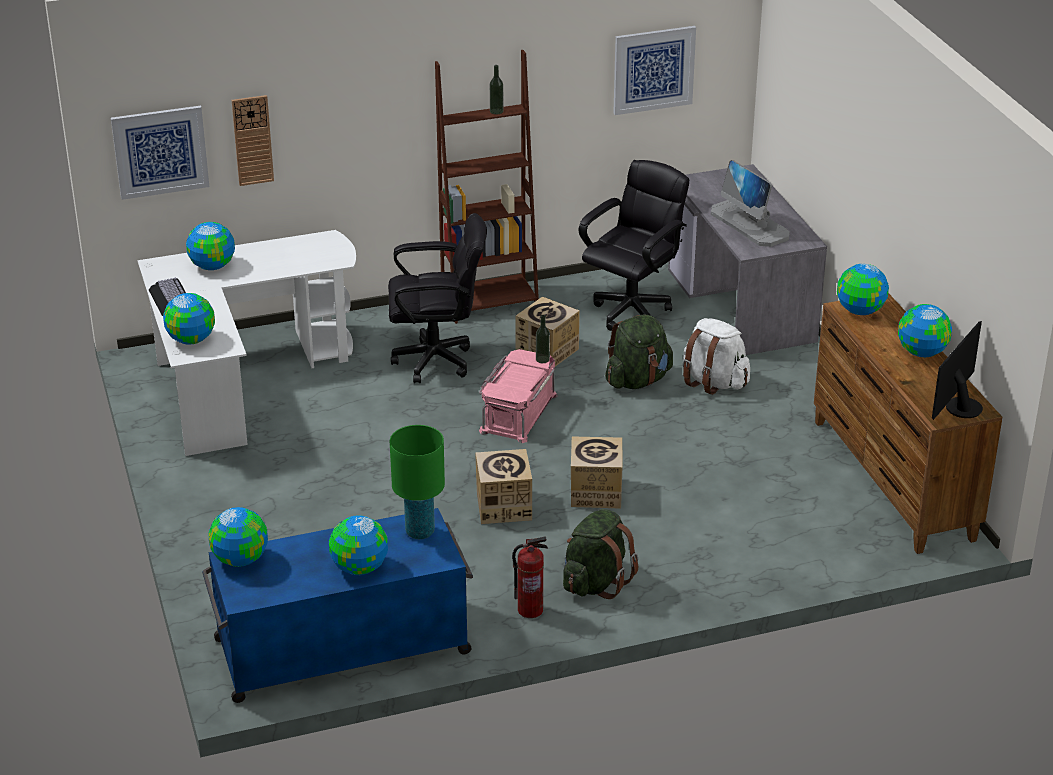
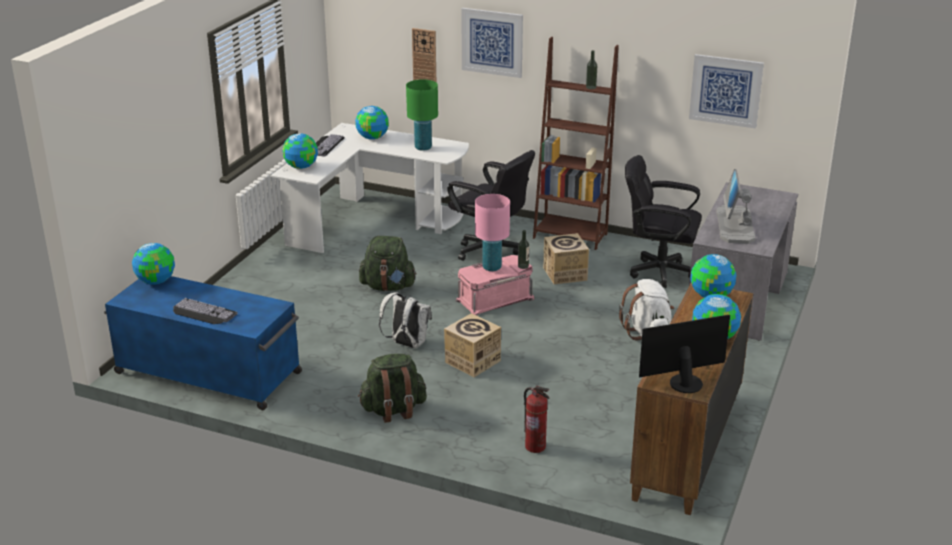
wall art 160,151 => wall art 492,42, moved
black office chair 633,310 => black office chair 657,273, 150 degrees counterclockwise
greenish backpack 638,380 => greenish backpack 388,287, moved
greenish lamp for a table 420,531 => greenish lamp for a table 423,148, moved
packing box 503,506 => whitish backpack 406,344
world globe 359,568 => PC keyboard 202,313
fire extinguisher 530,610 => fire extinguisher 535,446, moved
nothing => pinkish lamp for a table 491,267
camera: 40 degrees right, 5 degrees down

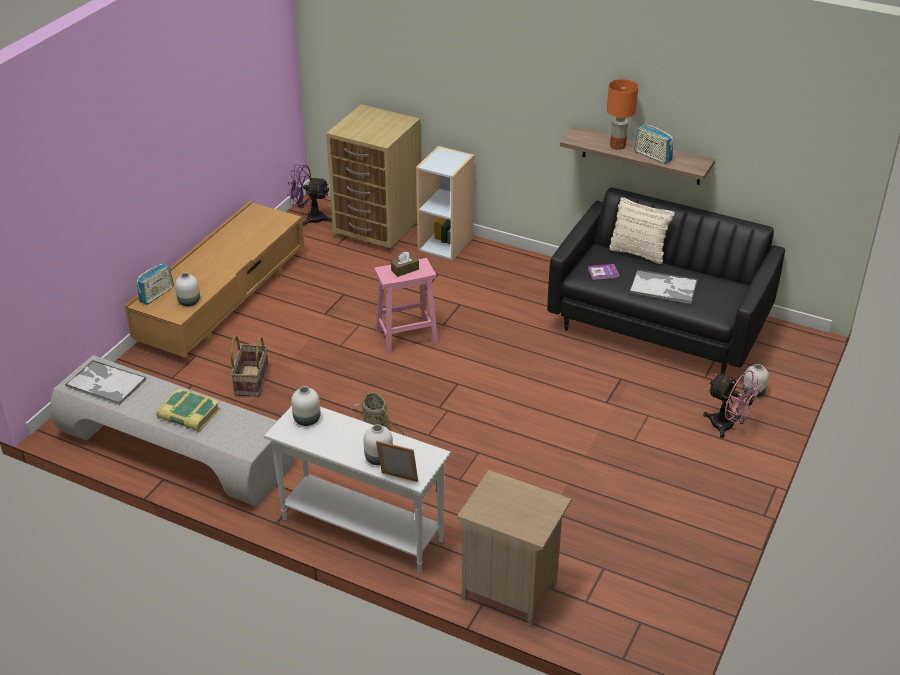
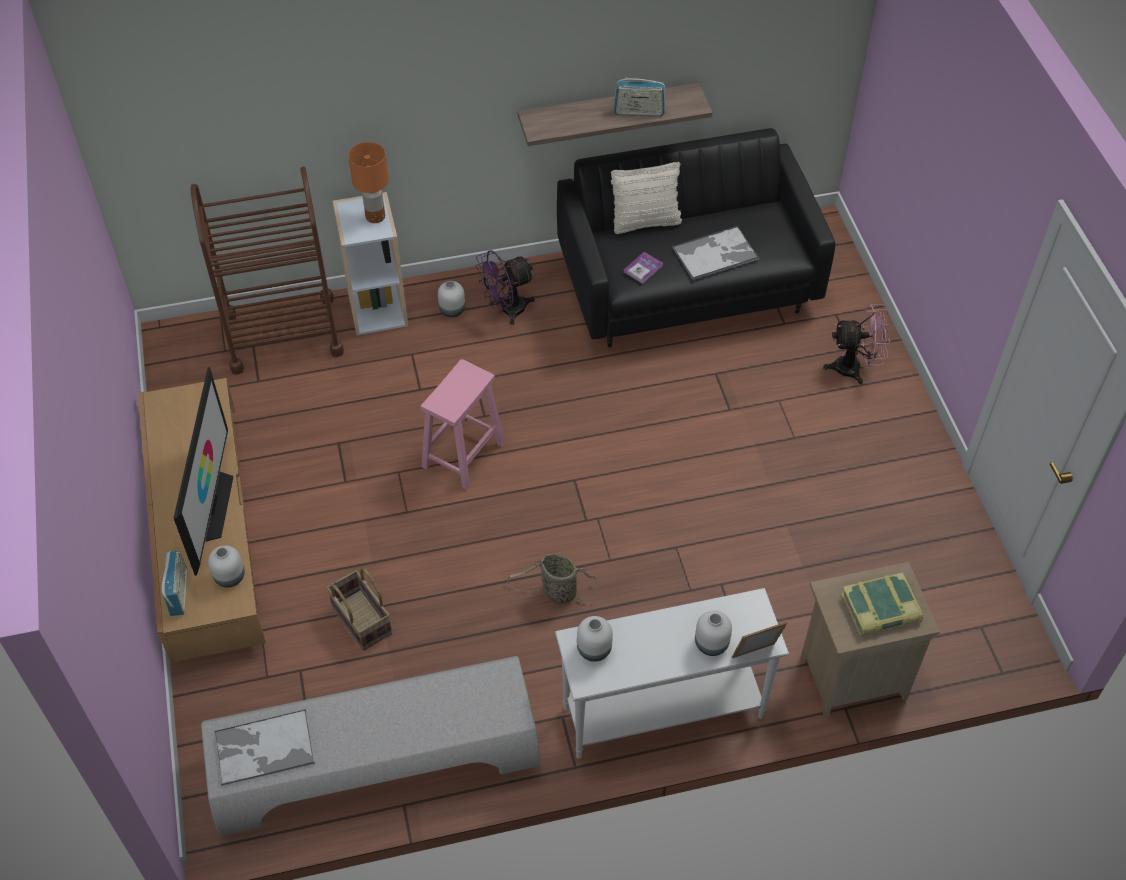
orange lamp for a table 618,146 => orange lamp for a table 376,216, moved
brownish dresser 377,230 => brownish cart 283,334
purple-coloured cooling fan 310,218 => purple-coloured cooling fan 506,310, moved
brownish box of tissues 405,270 => nothing
whitish flower vase 754,392 => whitish flower vase 452,309, moved
book 188,415 => book 880,609, moved
nothing => TV 211,506
camera: 40 degrees left, 15 degrees up

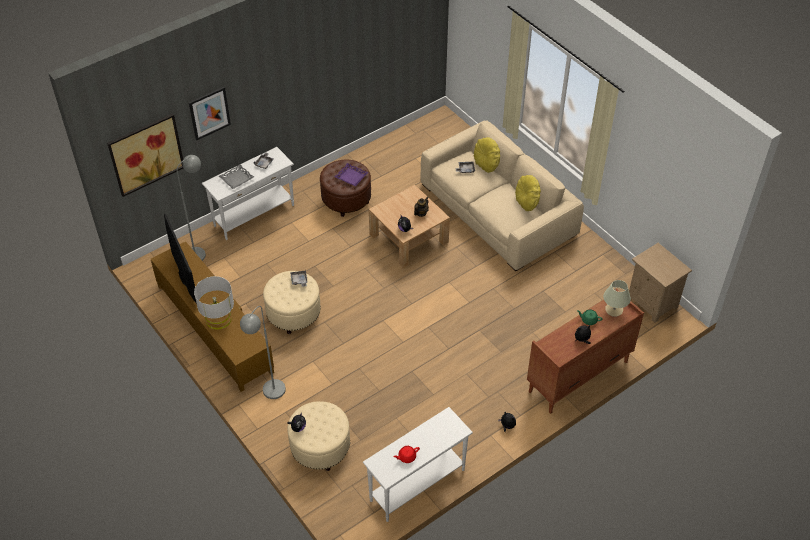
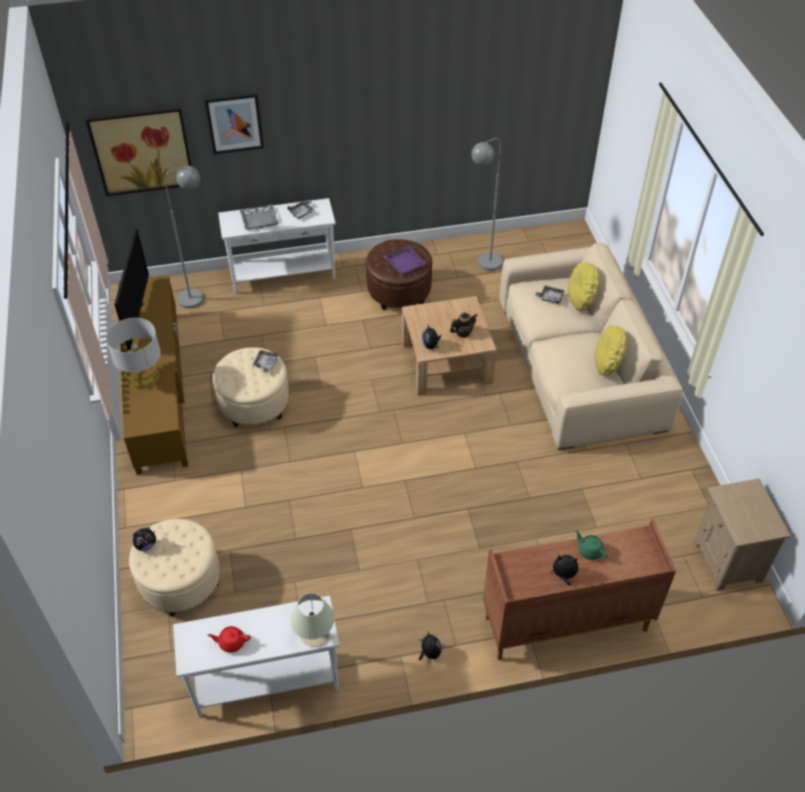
beige lamp for a table 614,310 => beige lamp for a table 314,634, moved
greyish standard lamp 270,395 => greyish standard lamp 484,266, moved
camera: 25 degrees right, 0 degrees up

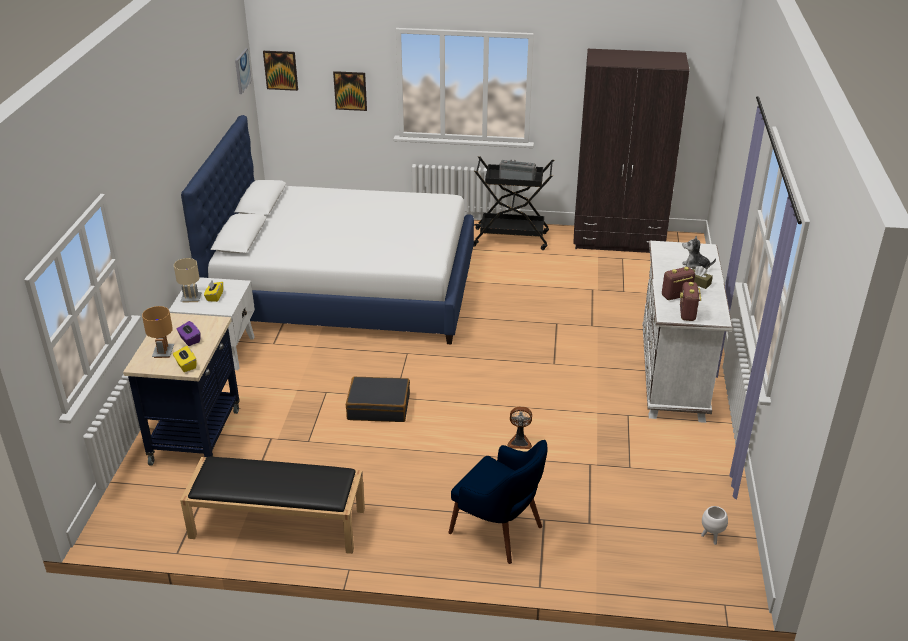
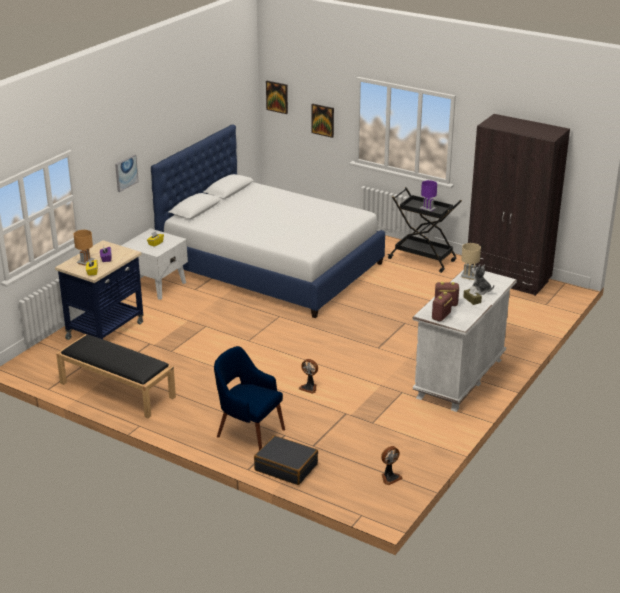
wall art 242,71 => wall art 126,173, moved
radio receiver 517,178 => purple-coloured lamp for a table 428,209
beige lamp for a table 191,298 => beige lamp for a table 469,276, moved
black travel case 379,407 => black travel case 286,467, moved
blue lounge chair 498,531 => blue lounge chair 249,432, 150 degrees clockwise
whitish plant pot 711,537 => cooling fan 390,477
camera: 25 degrees right, 5 degrees down

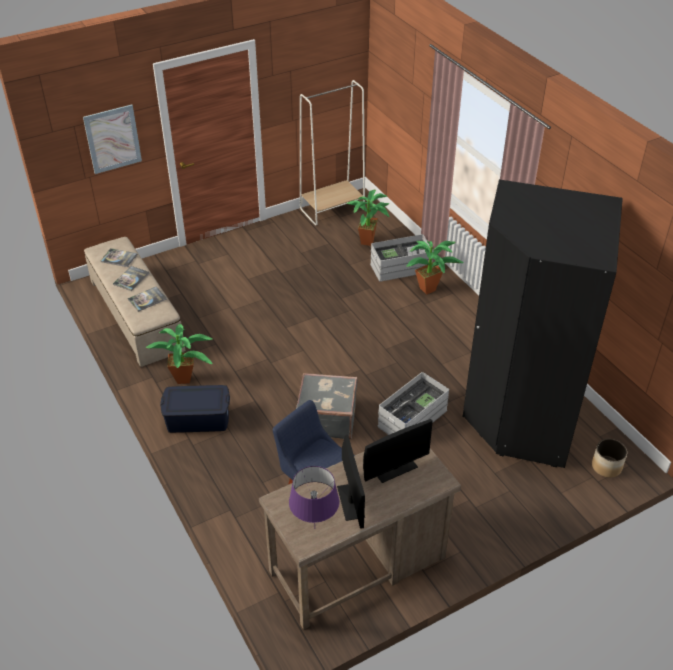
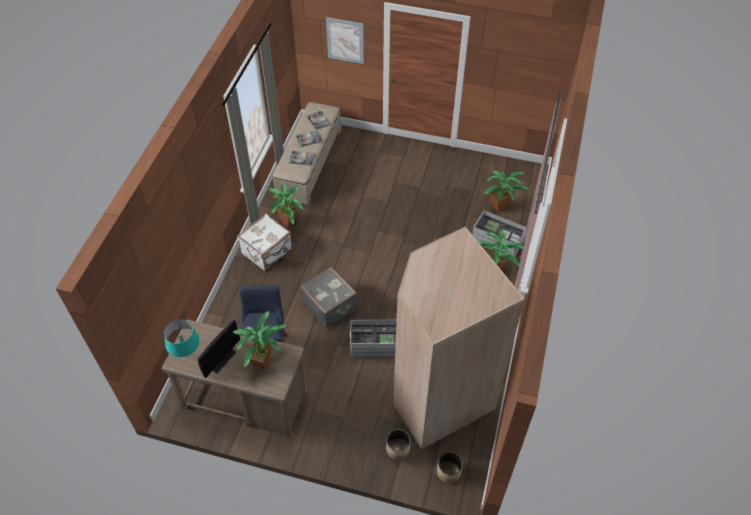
garment stand 332,210 => nothing
black clothes cupboard 519,416 => beige clothes cupboard 438,395
blue storage box 198,419 => whitish travel case 267,251
monitor 395,468 => houseplant 264,361
purple-coloured lamp for a table 315,529 => turquoise lamp for a table 188,358
nothing => plant pot 397,449
camera: 45 degrees right, 10 degrees up

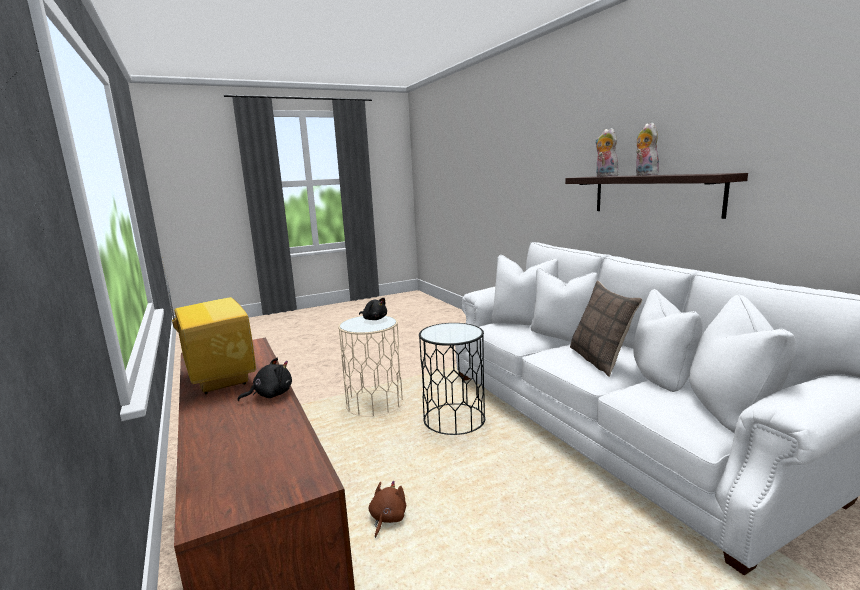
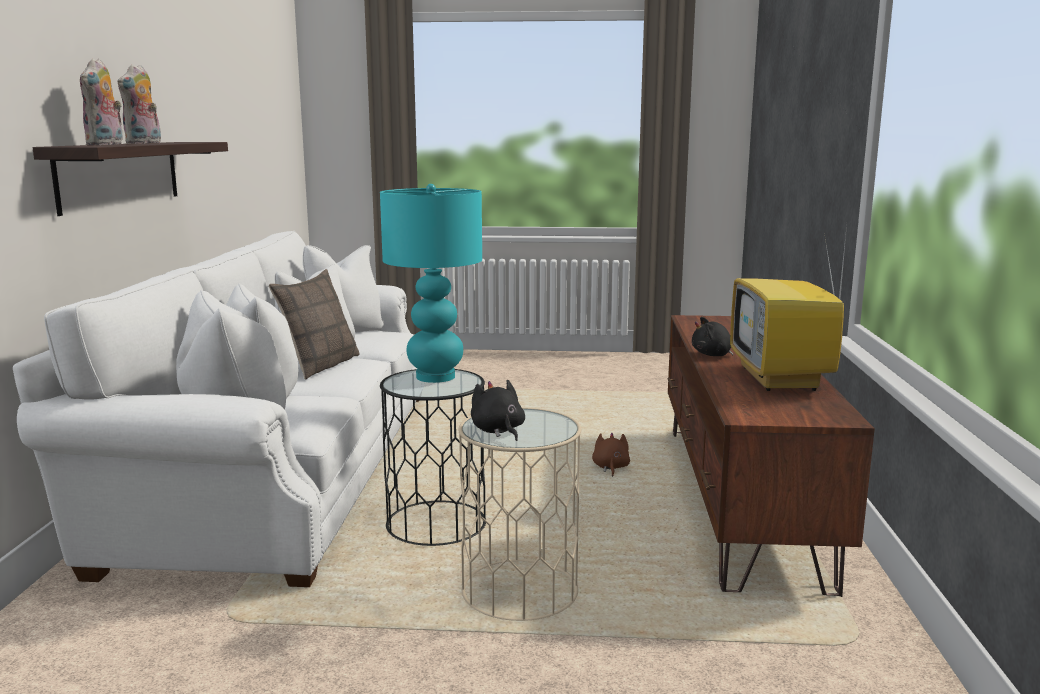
brownish cuddly toy 387,518 => brownish cuddly toy 610,468, 135 degrees clockwise
nothing => turquoise lamp for a table 436,377
camera: 150 degrees left, 0 degrees up

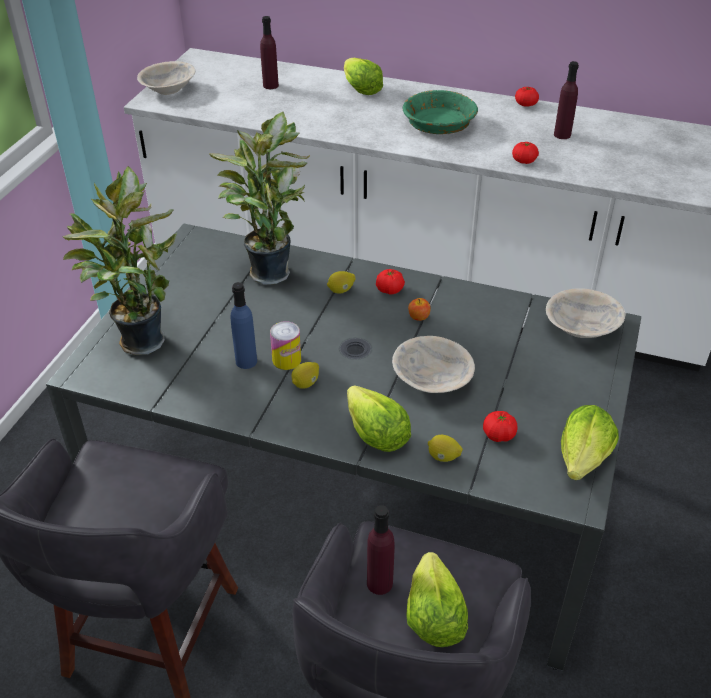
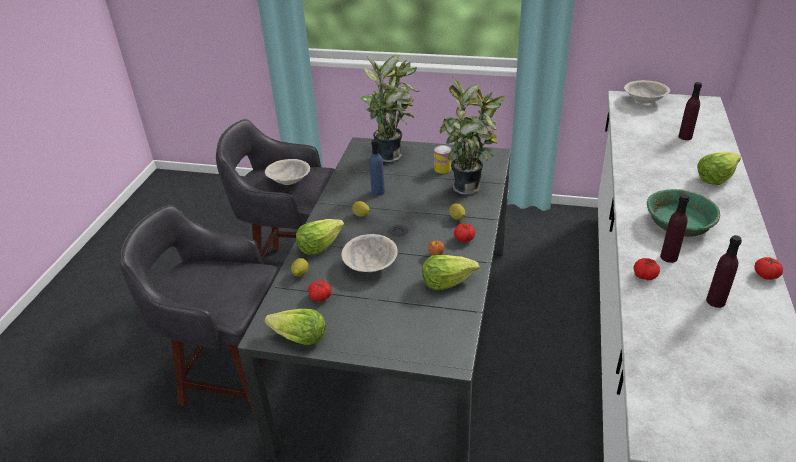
beige serving bowl 581,328 => beige serving bowl 289,180, moved
can 286,360 => can 442,169, moved
purple-coloured bottle 379,583 => purple-coloured bottle 669,257, moved
lettuce 433,616 => lettuce 447,281, moved
camera: 85 degrees right, 5 degrees down

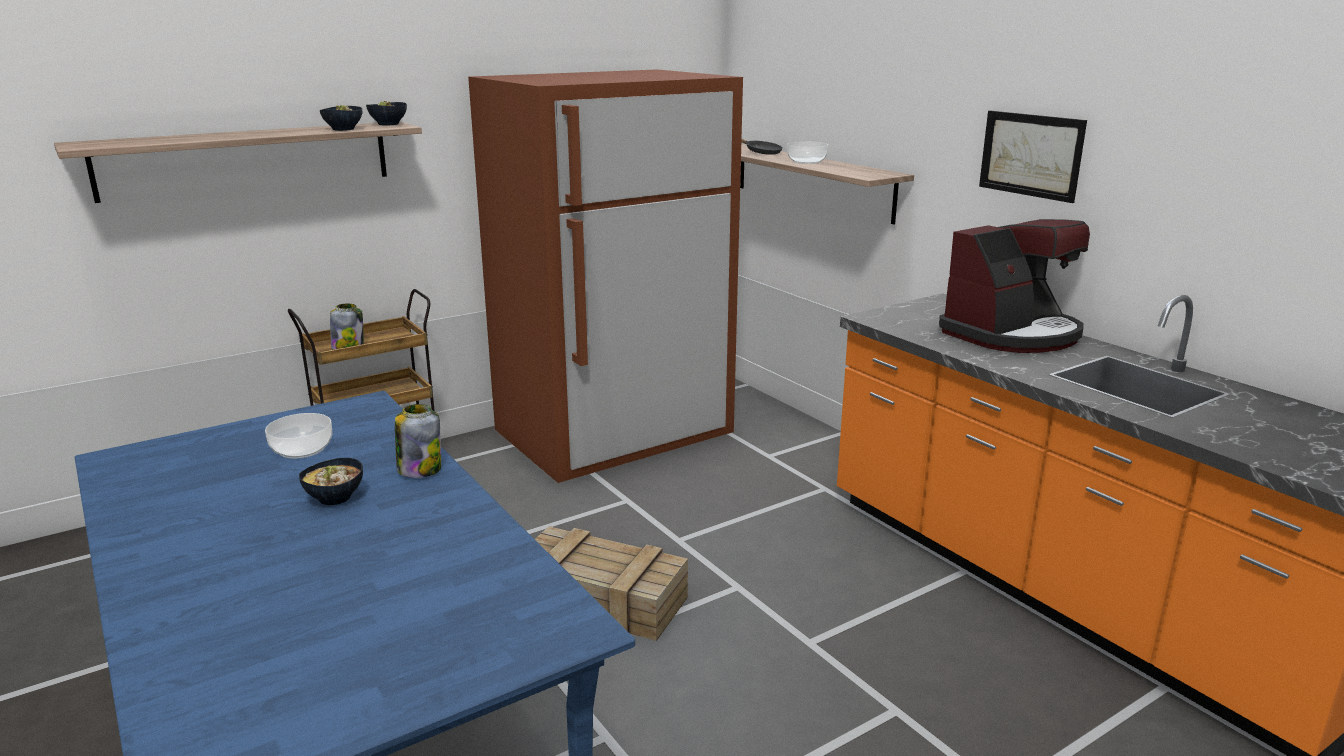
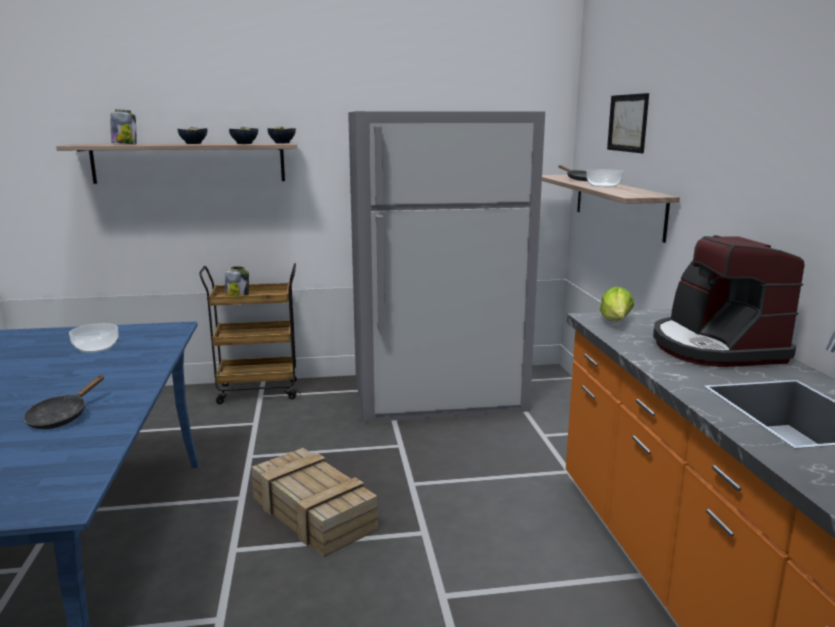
brownish refrigerator 615,431 => greyish refrigerator 438,393
wall art 1030,155 => wall art 627,123, moved
coffee machine 1012,334 => coffee machine 715,348, 90 degrees clockwise
jar 419,469 => jar 124,144, moved
serving bowl 336,498 => serving bowl 194,143, moved
nothing => lettuce 616,322
nothing => black skillet 62,417
camera: 25 degrees right, 5 degrees down

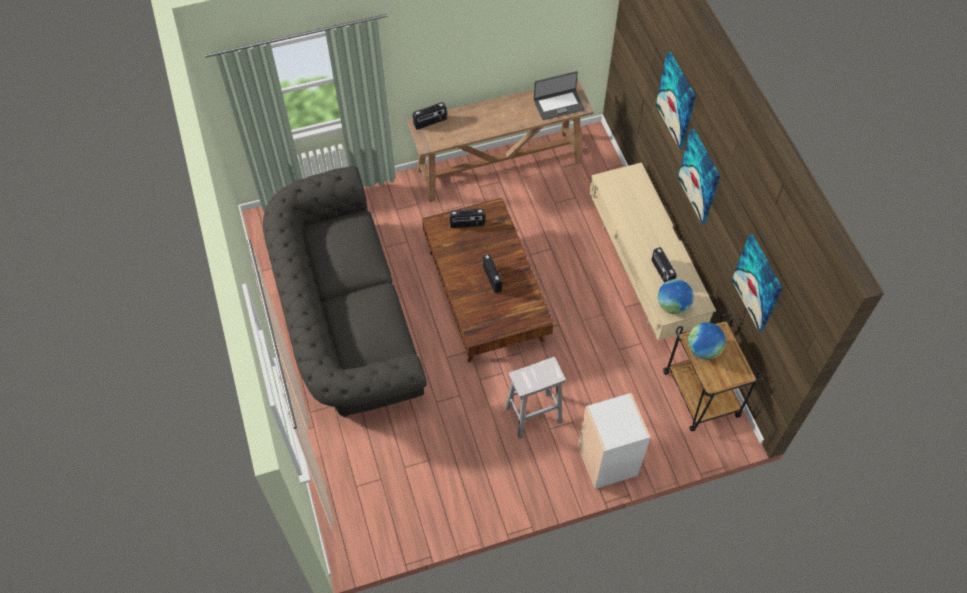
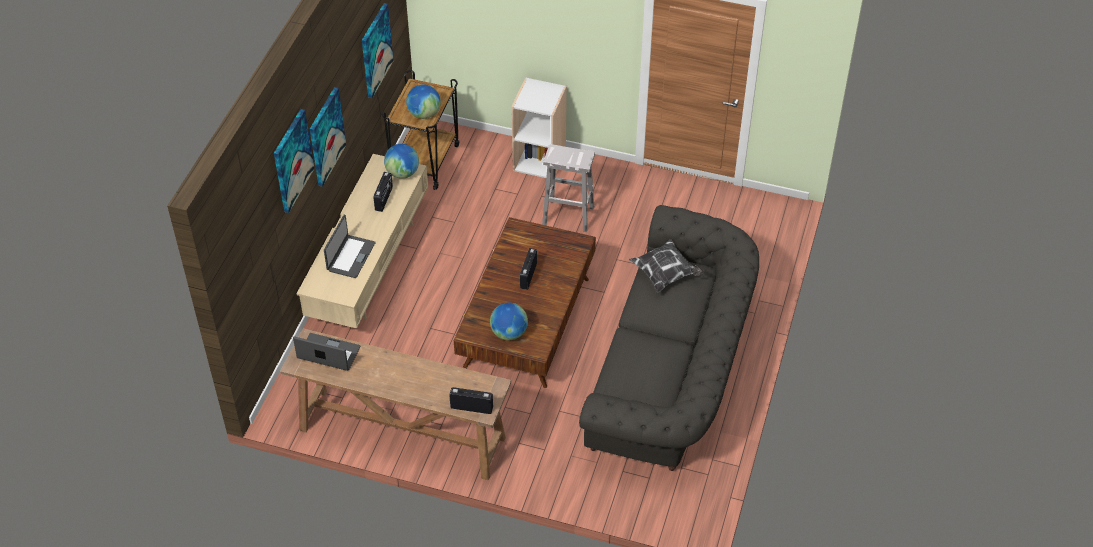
radio receiver 467,224 => world globe 508,333
nothing => portable computer 350,256
nothing => pillow 665,274
camera: 145 degrees left, 10 degrees down

